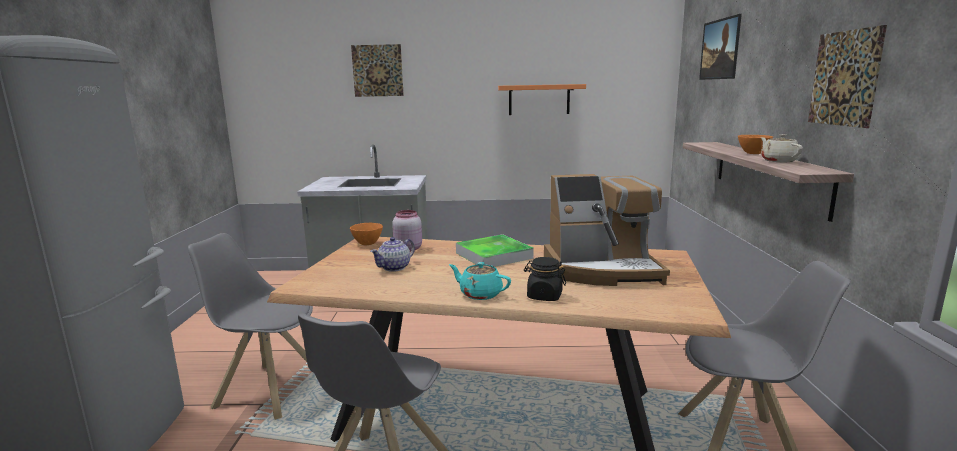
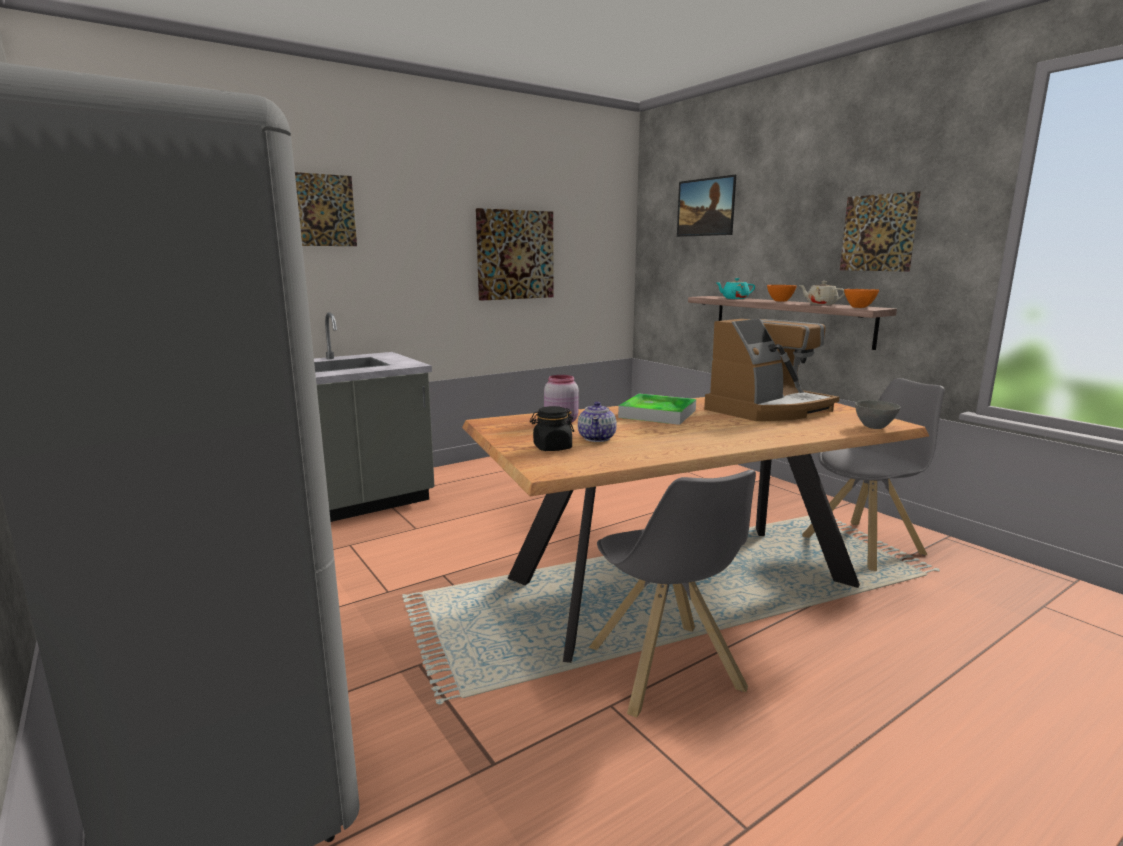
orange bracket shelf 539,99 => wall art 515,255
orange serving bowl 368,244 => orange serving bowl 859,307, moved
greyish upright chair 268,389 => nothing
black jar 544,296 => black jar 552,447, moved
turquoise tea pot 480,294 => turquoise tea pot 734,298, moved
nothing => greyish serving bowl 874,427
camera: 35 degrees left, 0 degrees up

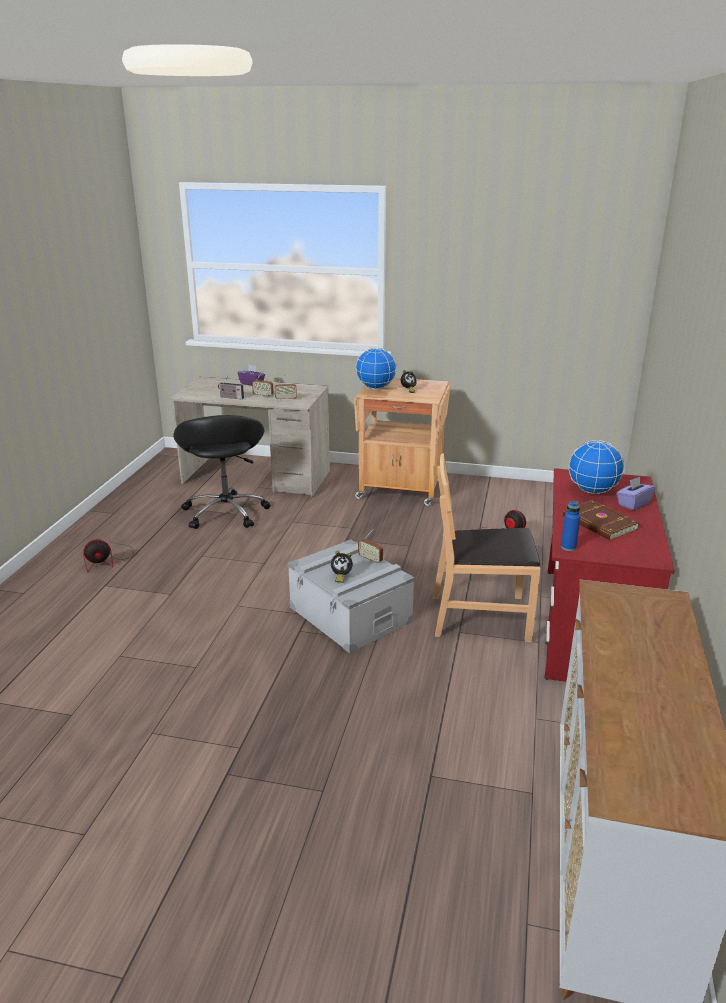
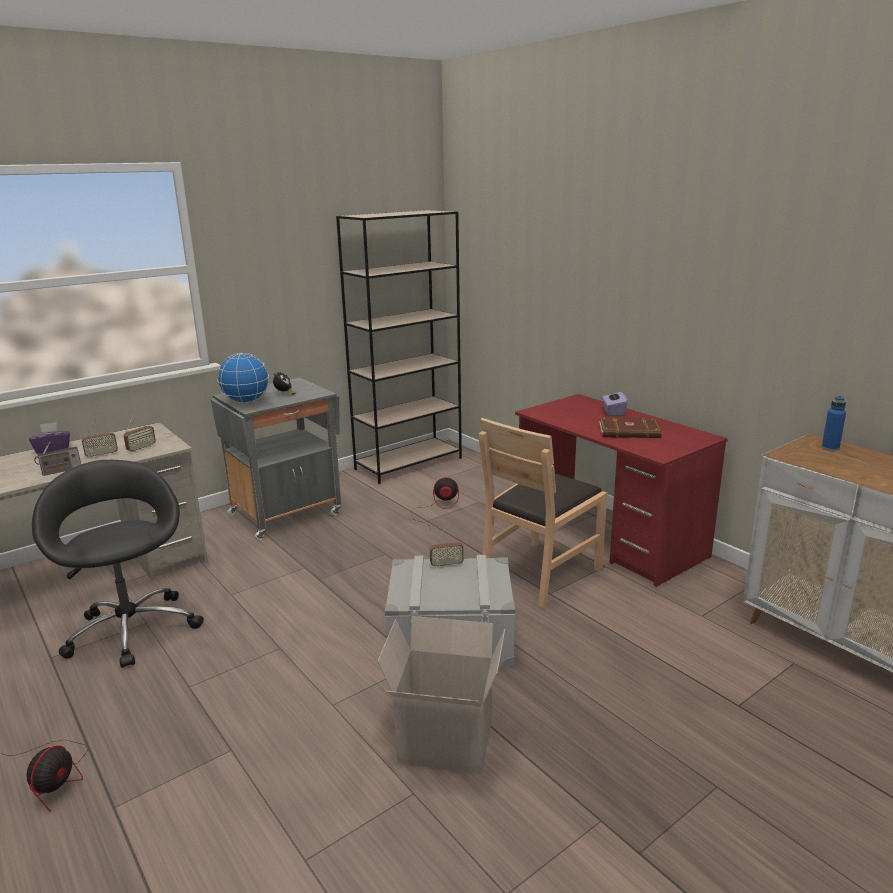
brownish cart 401,490 => greyish cart 287,514
black office chair 225,514 => black office chair 132,630, 150 degrees counterclockwise
world globe 593,491 => nothing
blue bottle 568,547 => blue bottle 830,448, moved
bedside clock 340,576 => nothing
nothing => beige bookshelf 409,463
nothing => packing box 443,743
camera: 50 degrees left, 5 degrees down

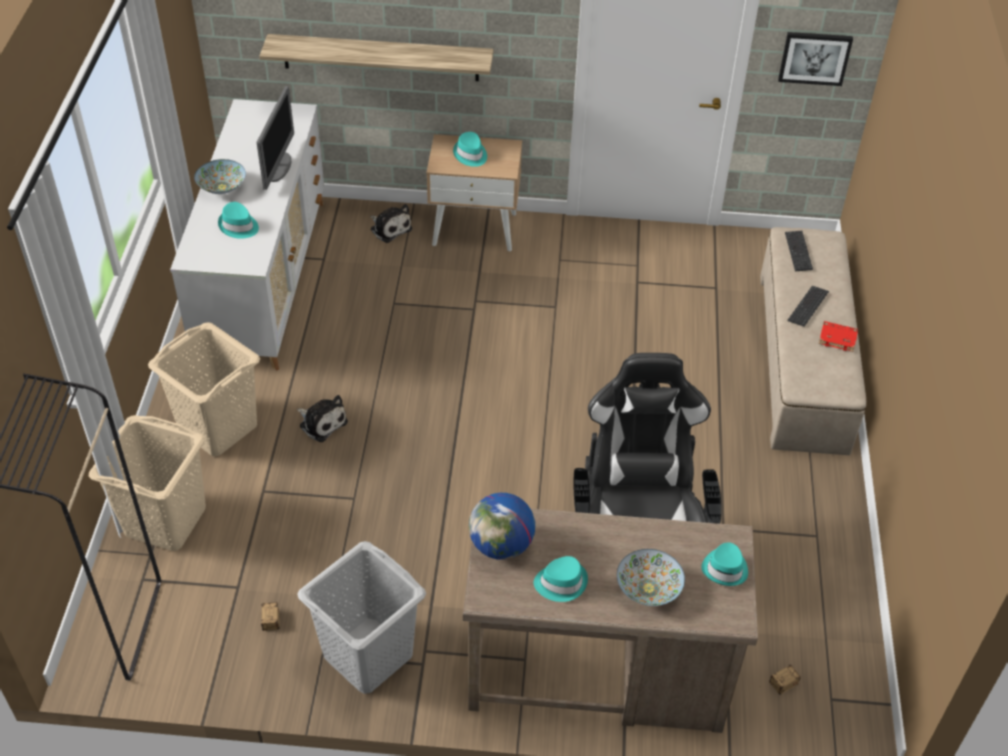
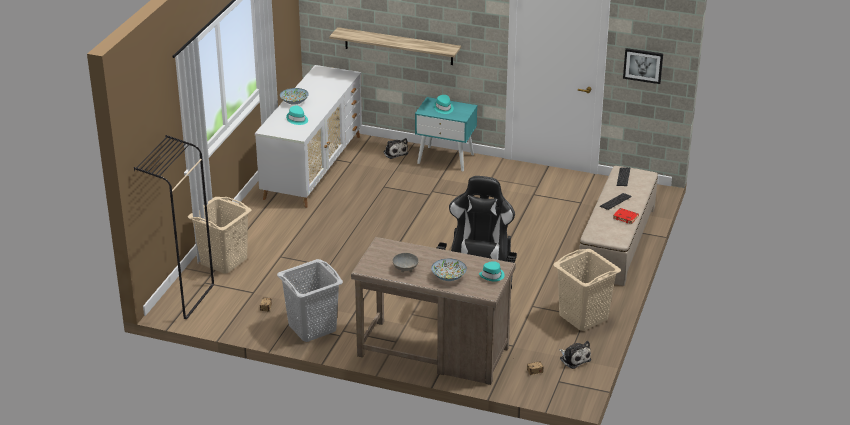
monitor 279,167 => nothing
beige nightstand 475,228 => turquoise nightstand 446,158
beige washing basket 218,427 => beige washing basket 583,316, moved
cuddly toy 321,422 => cuddly toy 574,358, moved
world globe 501,545 => nothing
turquoise wearable hat 561,582 => greyish serving bowl 405,269
camera: 15 degrees right, 15 degrees down

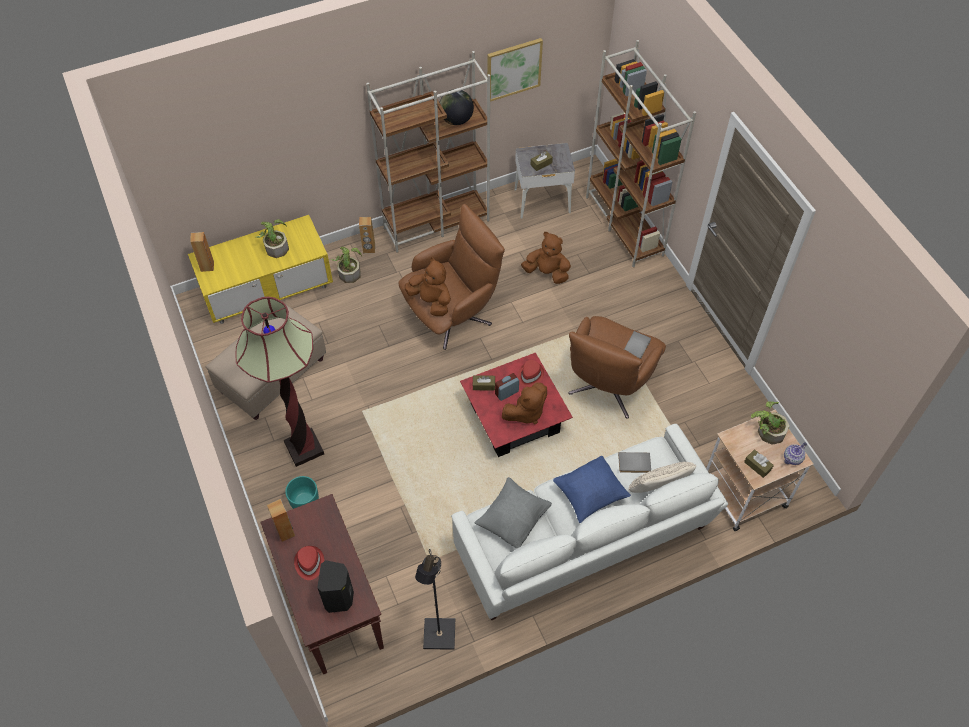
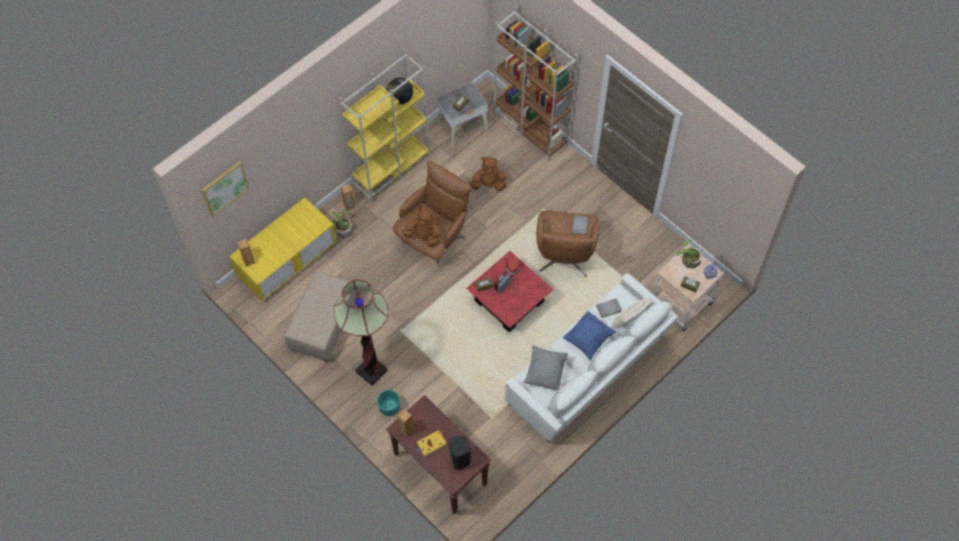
wall art 513,69 => wall art 224,187, moved
brownish bookshelf 437,224 => yellow bookshelf 392,170
houseplant 275,246 => nothing
brownish cuddly toy 526,412 => nothing
red wearable hat 309,563 => yellow book 431,444
black standard lamp 439,634 => nothing
camera: 20 degrees left, 5 degrees up

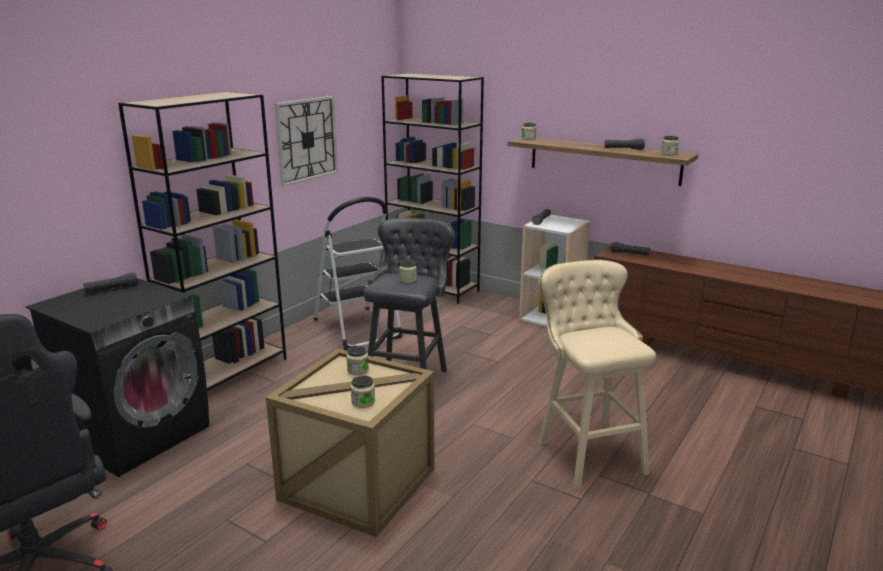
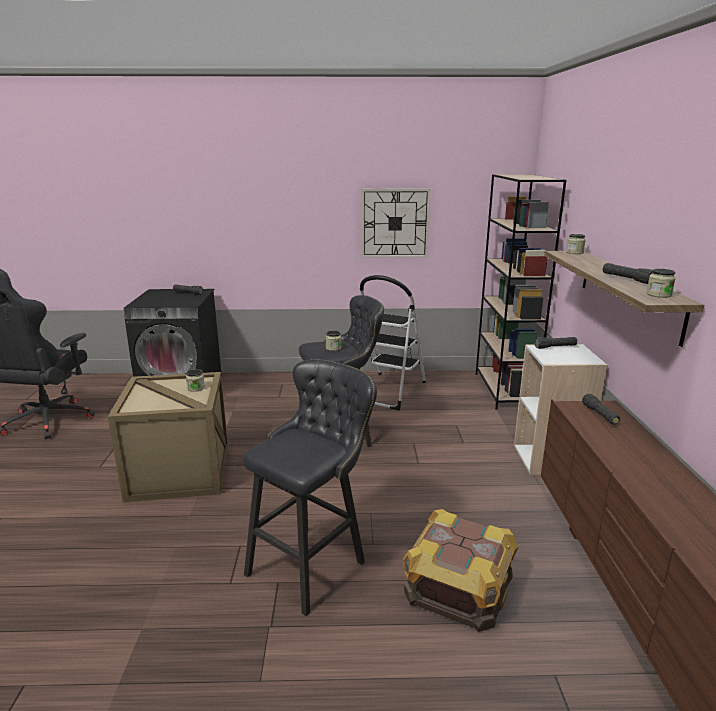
beige bookshelf 228,373 => nothing
beige stool 585,449 => black stool 315,560
jar 363,402 => nothing
nothing => packing crate 458,587
camera: 55 degrees right, 0 degrees up

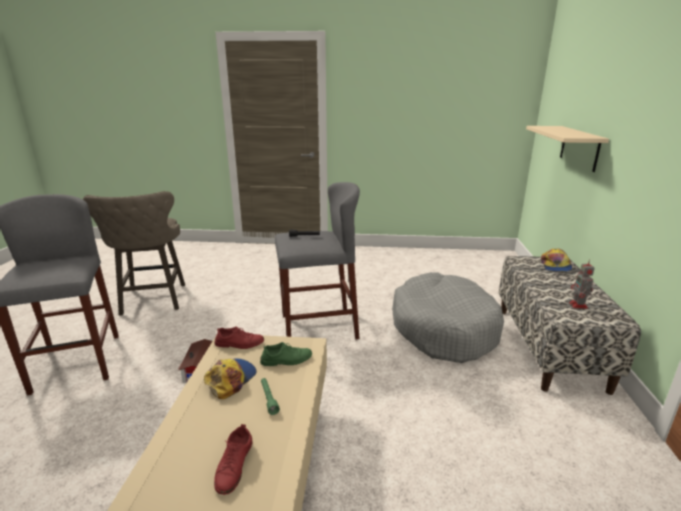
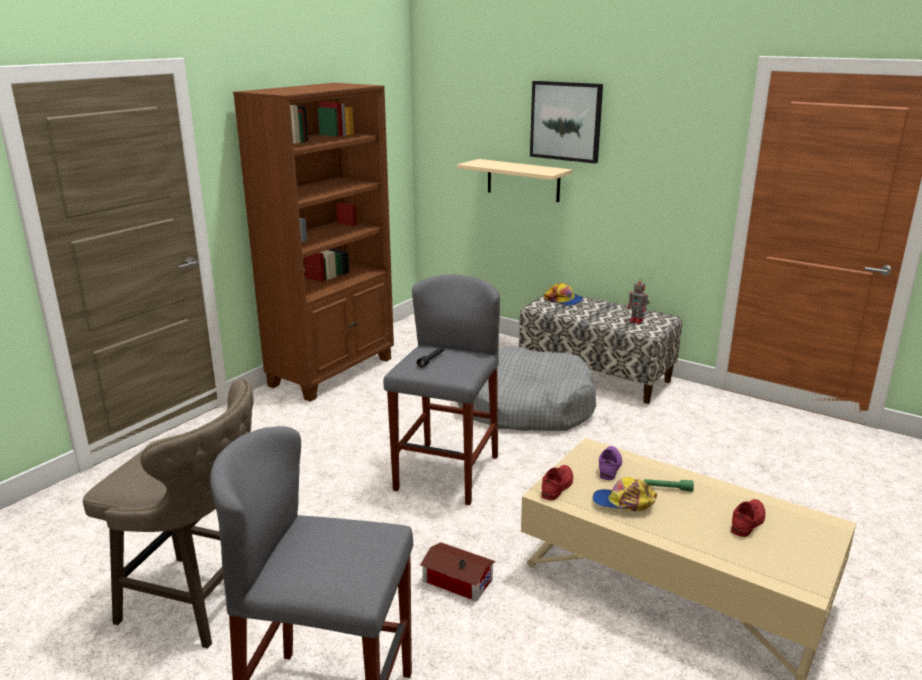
greenish shoe 286,360 => purple-coloured shoe 609,466
baseball cap 230,379 => baseball cap 623,503, 45 degrees counterclockwise
red shoe 234,465 => red shoe 748,521, 90 degrees counterclockwise
nothing => wall art 566,121
nothing => brownish bookshelf 333,372
camera: 60 degrees left, 0 degrees up

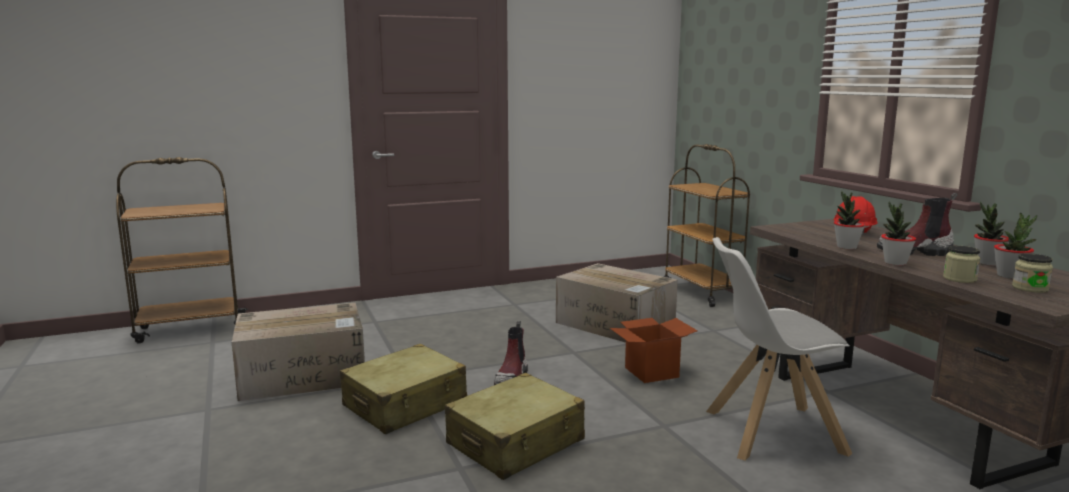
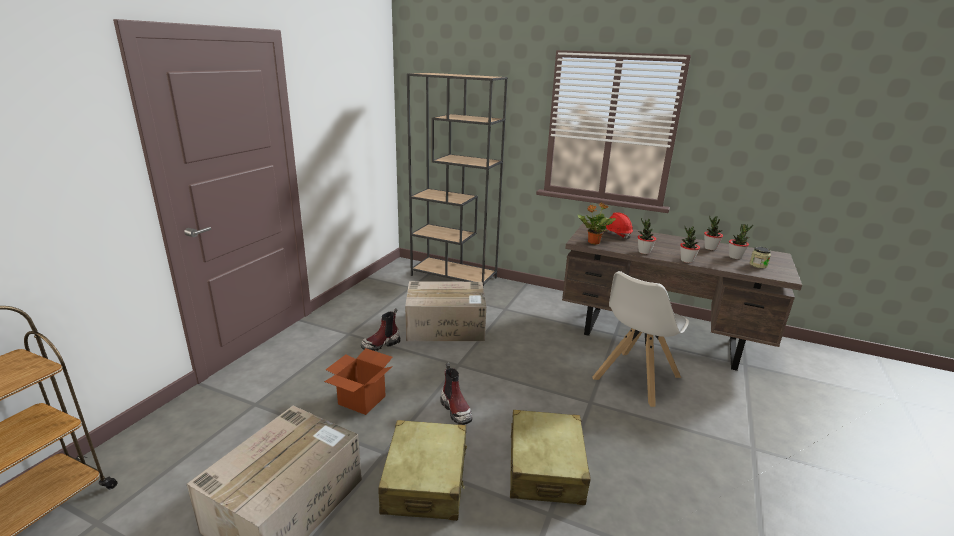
brownish cart 703,292 => bookshelf 454,276
tall boot 915,252 => tall boot 381,344, moved
jar 959,279 => nothing
packing box 652,372 => packing box 362,400, moved
nothing => houseplant 593,242
camera: 45 degrees left, 10 degrees up

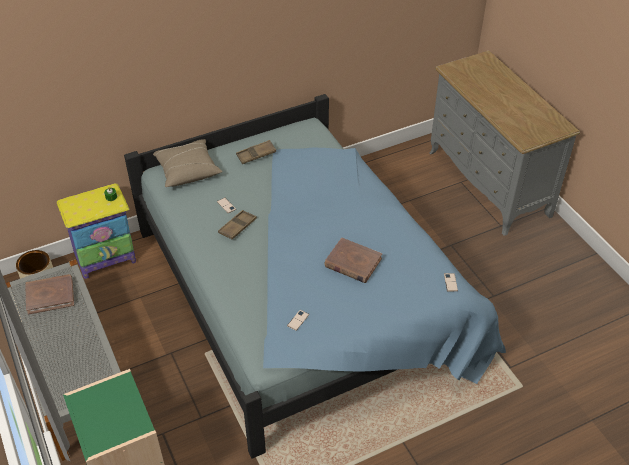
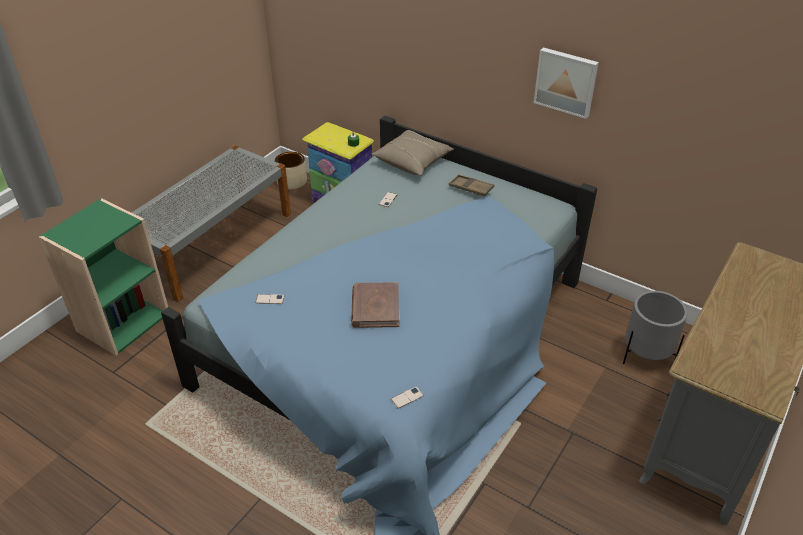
brownish carrying tray 237,227 => nothing
brownish book 50,295 => nothing
nothing => wall art 566,81
nothing => greyish plant pot 646,355
camera: 60 degrees right, 5 degrees down

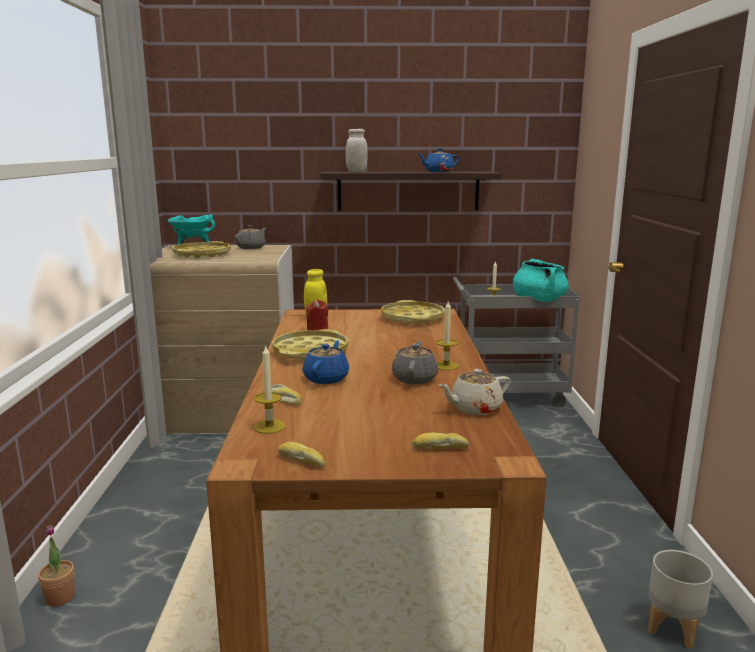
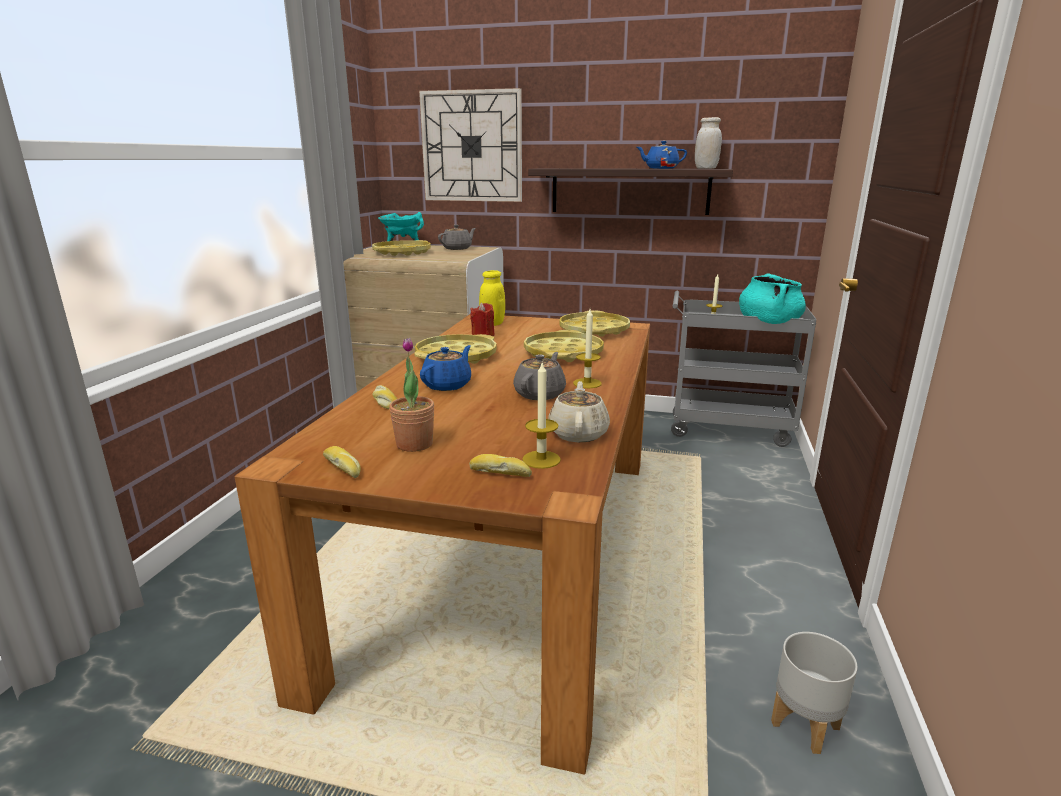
whitish jar 356,171 => whitish jar 706,168, moved
wax candle 269,426 => wax candle 541,459, moved
beige tea pot 474,408 => beige tea pot 578,433, 105 degrees clockwise
houseplant 60,597 => houseplant 414,444, moved
nothing => wall clock 472,146
nothing => yellow carrying tray 563,353
camera: 15 degrees right, 5 degrees up

